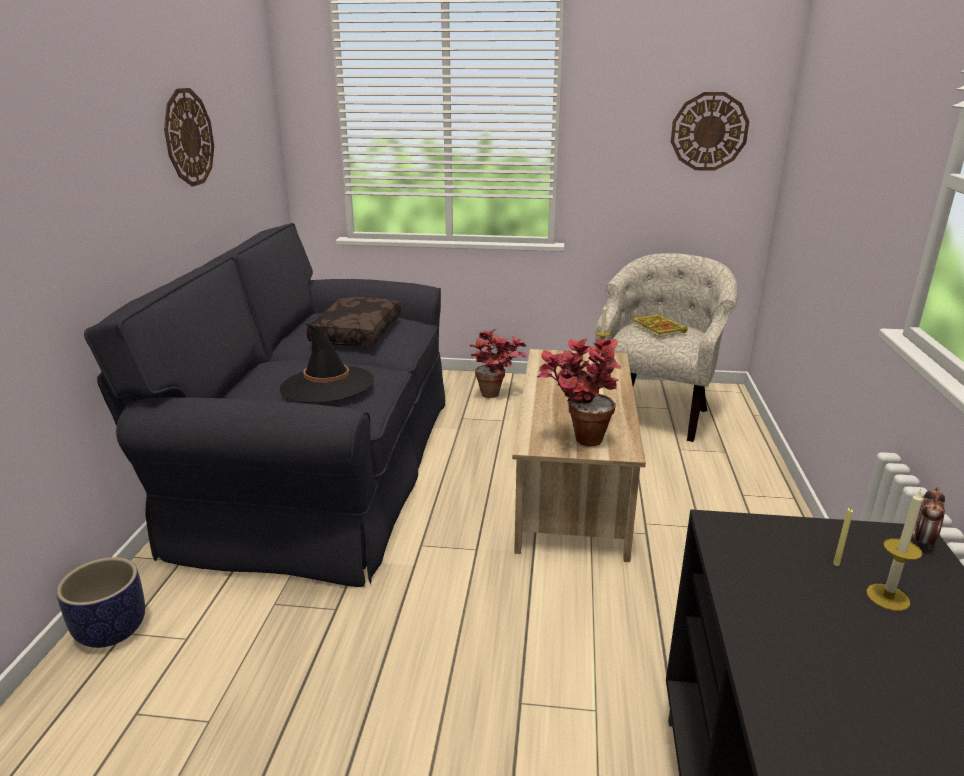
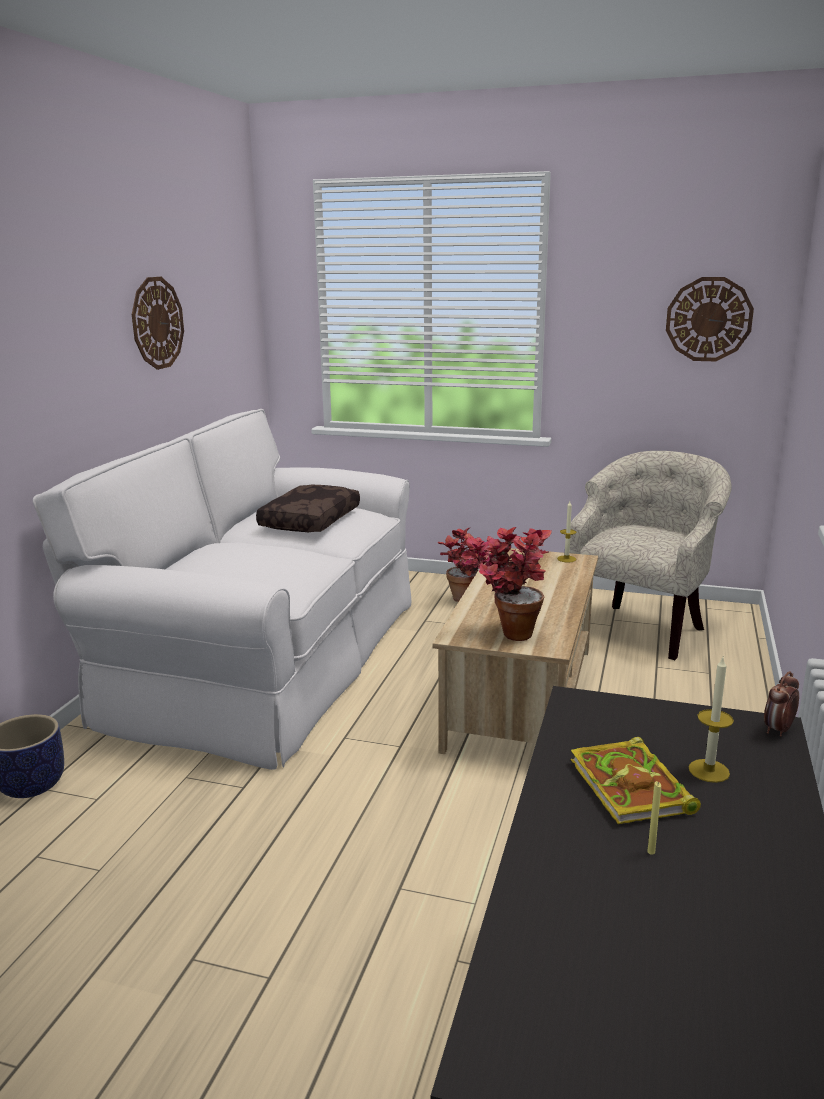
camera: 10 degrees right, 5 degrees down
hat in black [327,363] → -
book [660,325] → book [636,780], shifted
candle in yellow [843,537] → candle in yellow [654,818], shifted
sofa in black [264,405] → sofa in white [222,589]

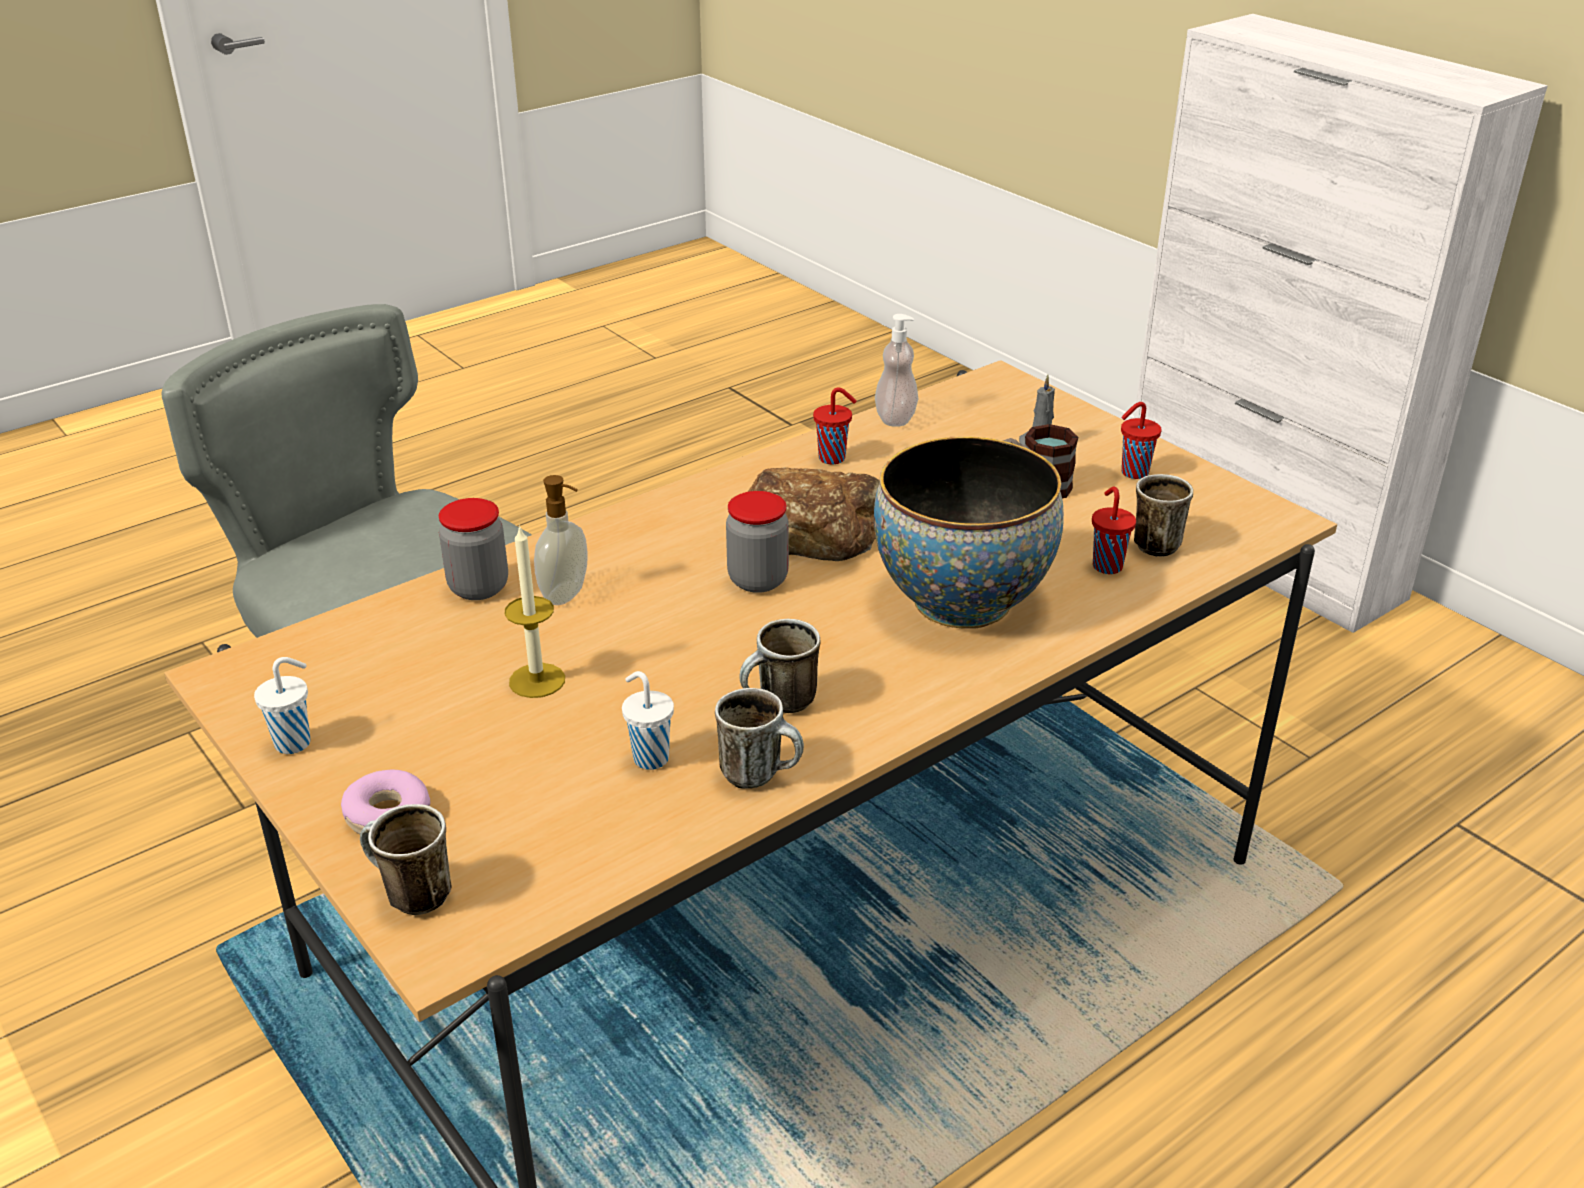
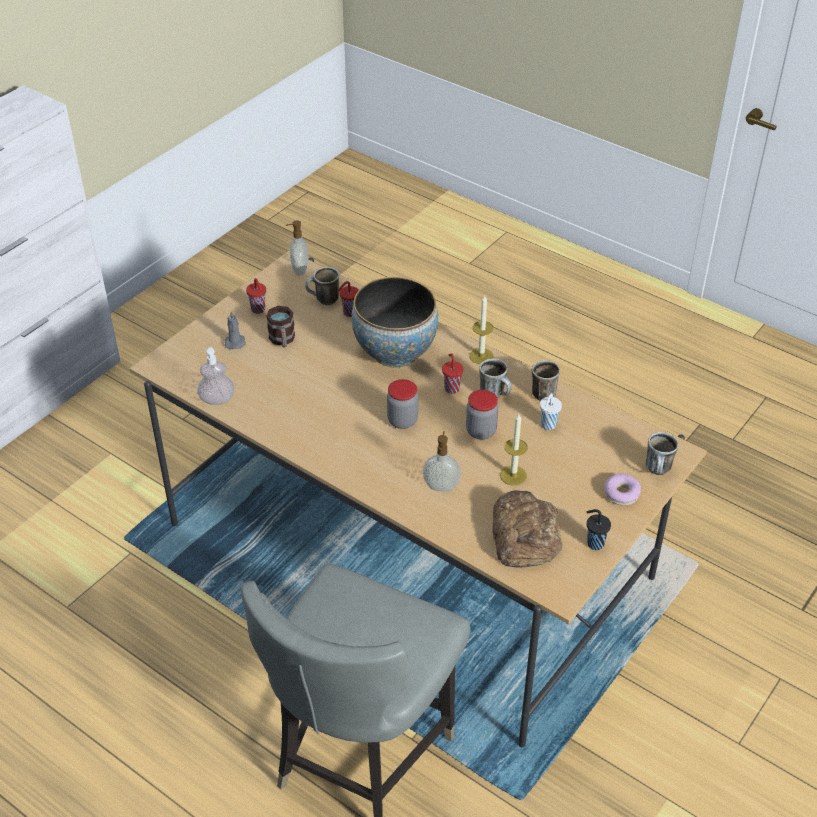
camera: 105 degrees left, 10 degrees up
- → soap dispenser [297,247]
- → candle [481,329]
jar [473,549] → jar [482,415], shifted
bread [814,514] → bread [527,529], shifted
cup in red [835,425] → cup in red [452,373], shifted
cup in white [282,705] → cup in black [599,529]

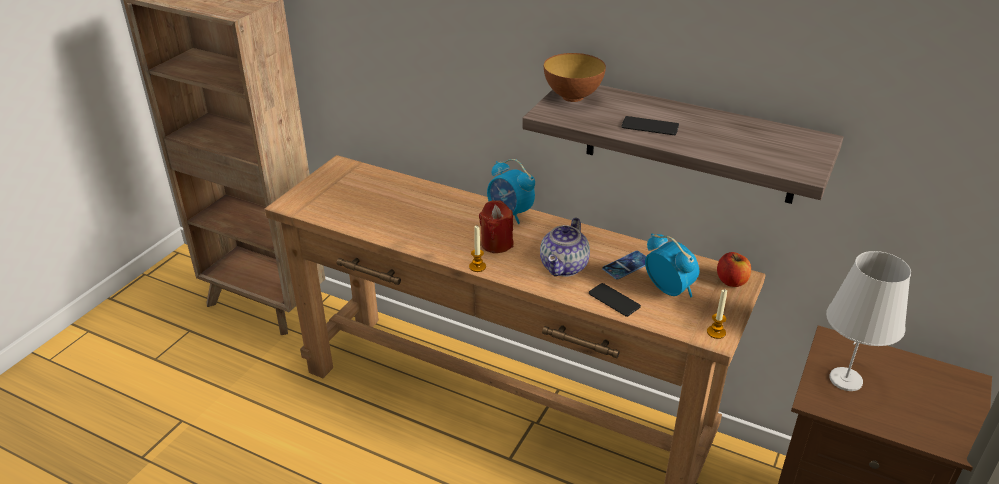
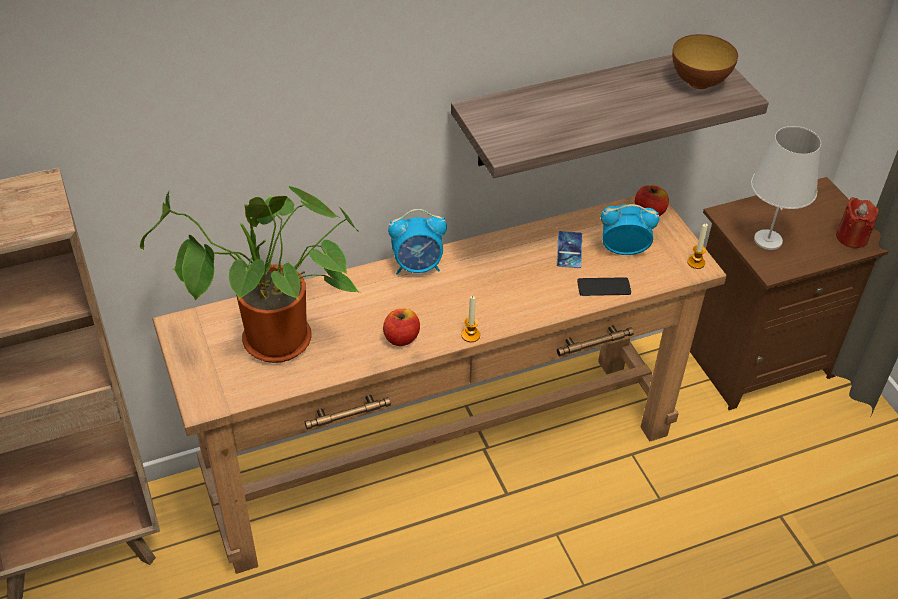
camera: 50 degrees left, 10 degrees up
teapot [565,247] → -
phone [650,125] → -
- → potted plant [250,274]
- → apple [401,327]
candle in red [496,226] → candle in red [857,222], shifted
bowl [575,77] → bowl [705,61], shifted

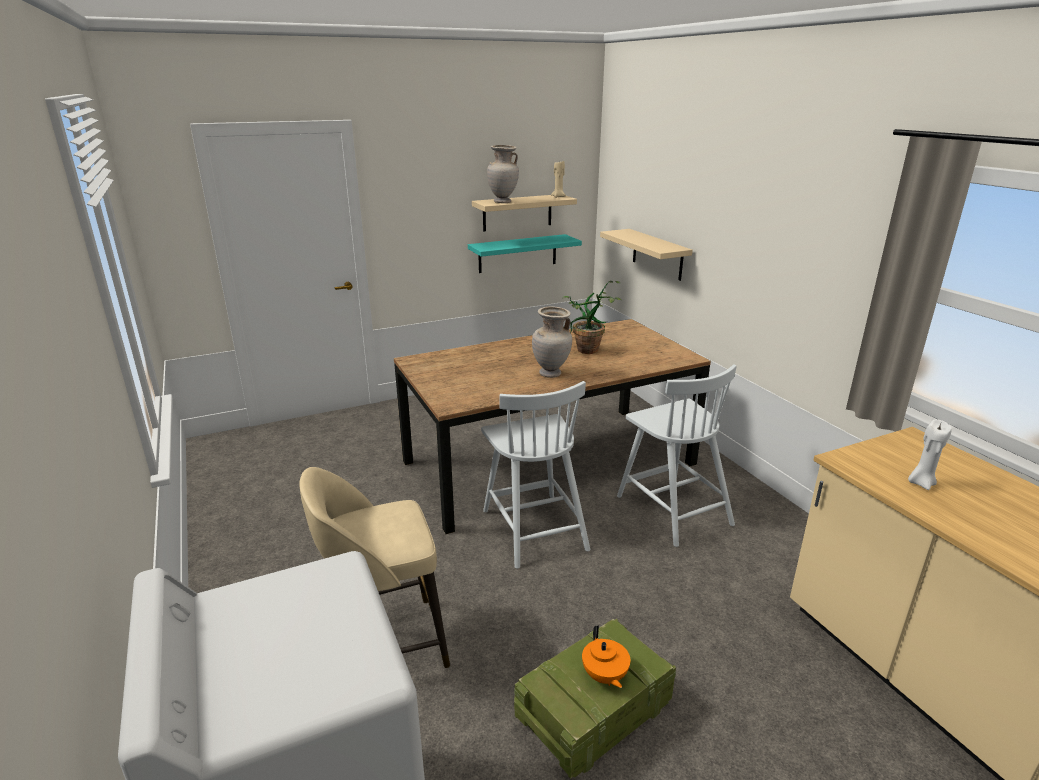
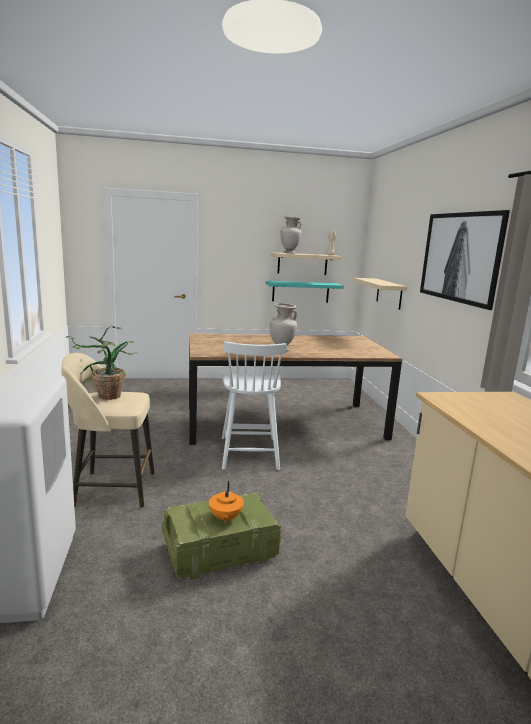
camera: 15 degrees right, 10 degrees down
chair in white [677,455] → -
candle in white [930,454] → -
- → picture [465,260]
potted plant [591,317] → potted plant [101,363], shifted

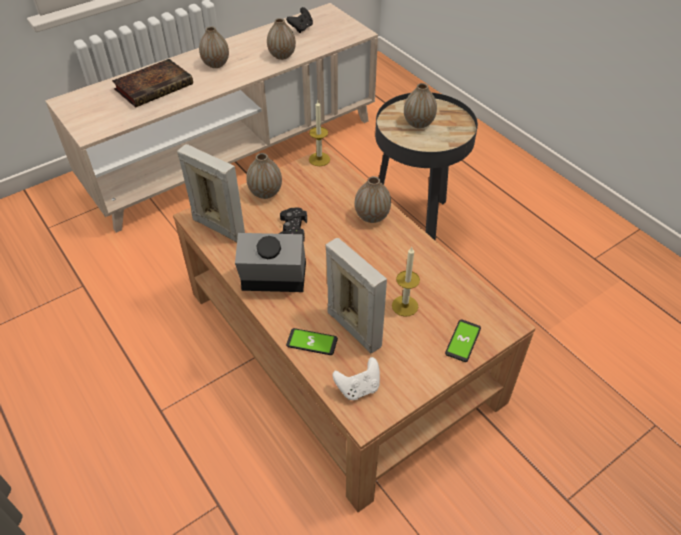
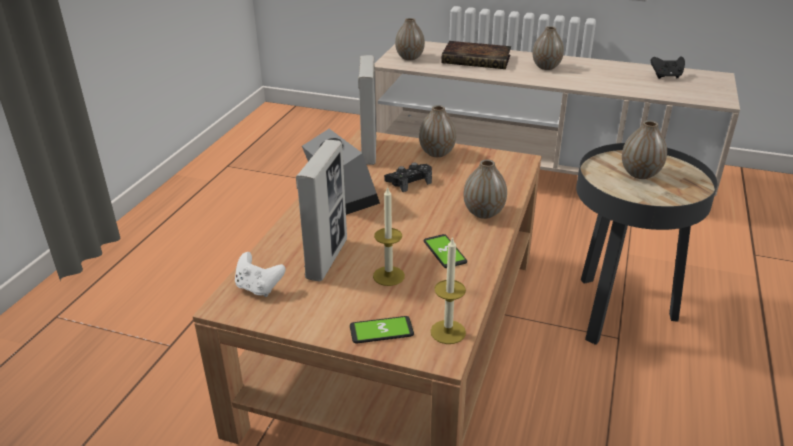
camera: 55 degrees right, 15 degrees down
vase [281,39] → vase [410,39], shifted
phone [312,341] → phone [445,251], shifted
candle [319,133] → candle [448,290], shifted

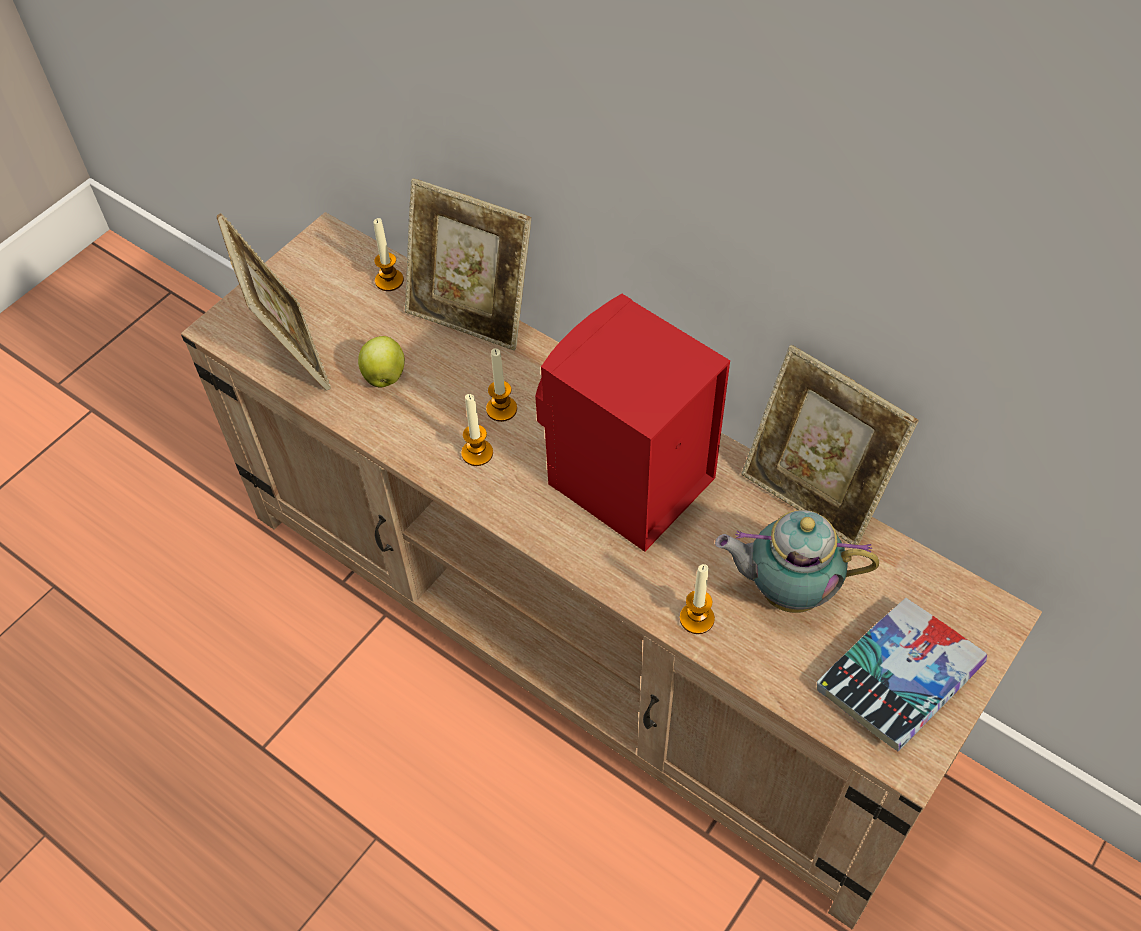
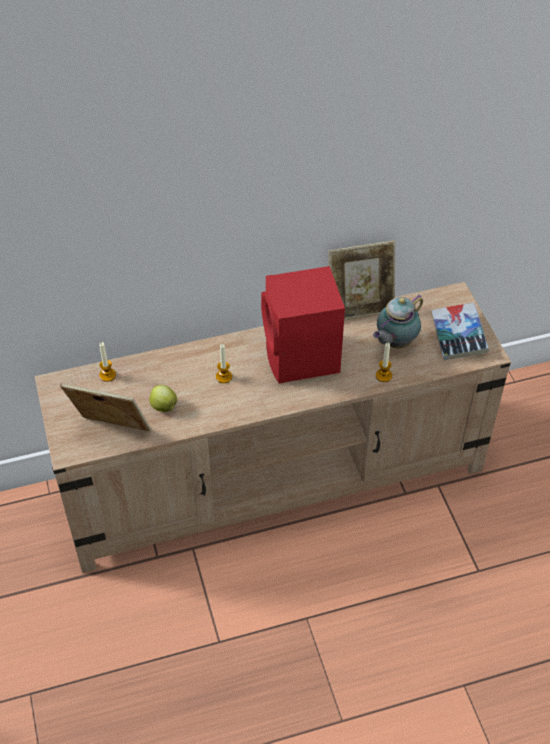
camera: 55 degrees left, 5 degrees down
picture frame [468,264] → -
candle [477,430] → -

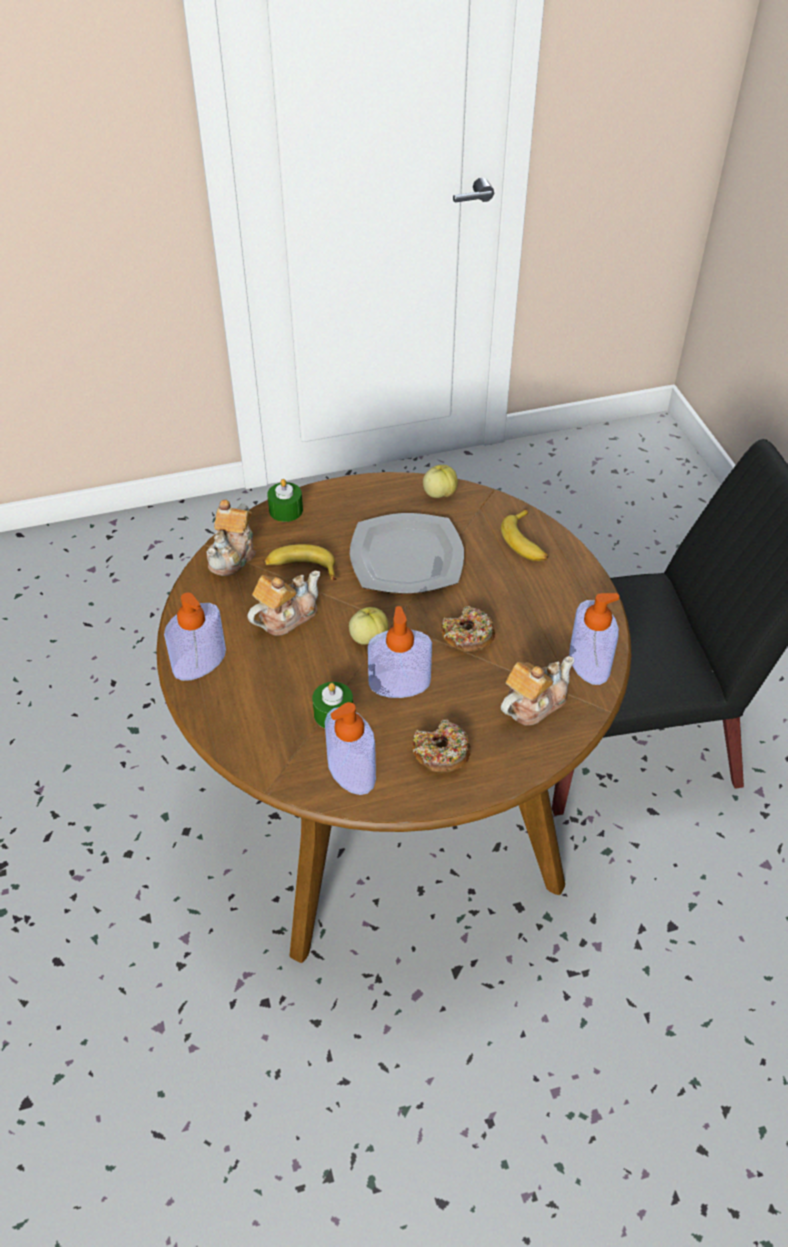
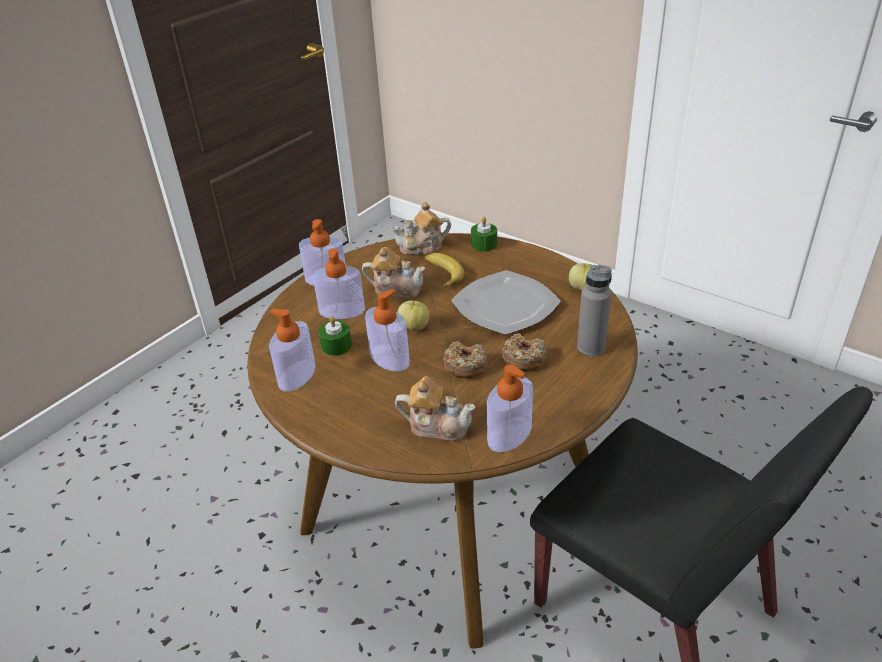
camera: 55 degrees right, 10 degrees down
- → soap dispenser [339,283]
donut [441,746] → donut [524,352], shifted
banana [524,535] → bottle in grey [594,310]

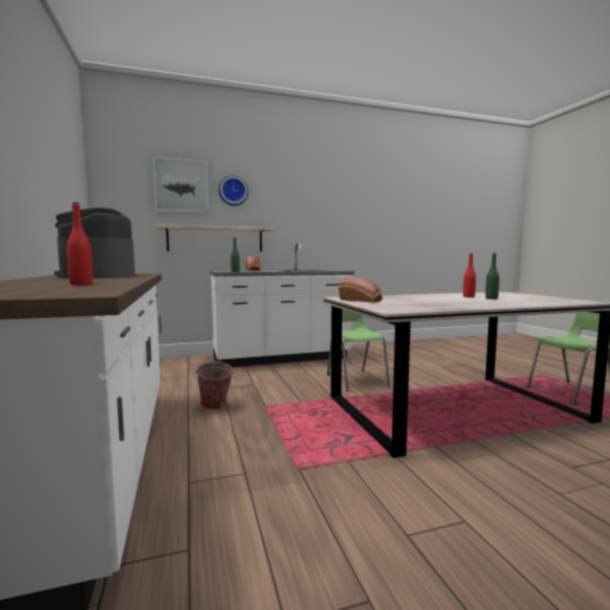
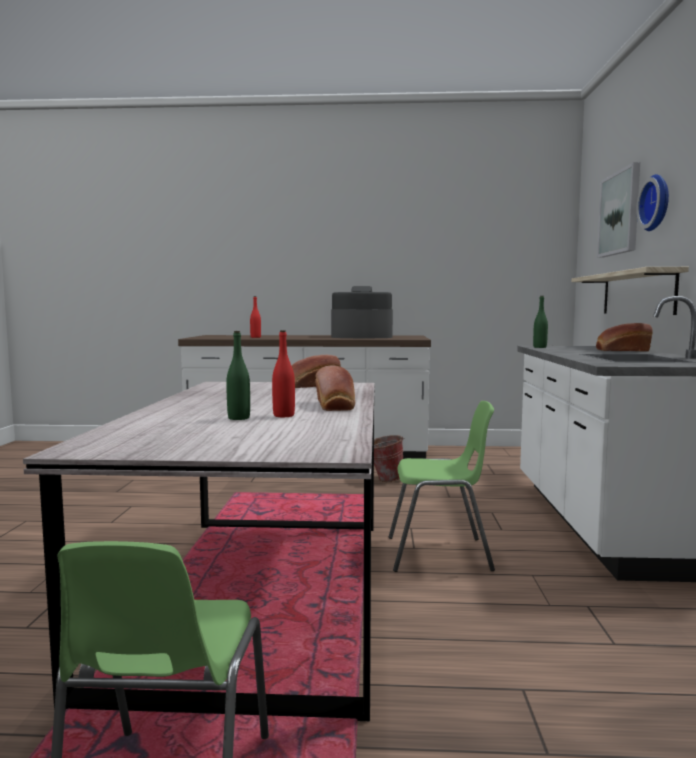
camera: 110 degrees right, 0 degrees up
- → bread [335,388]

